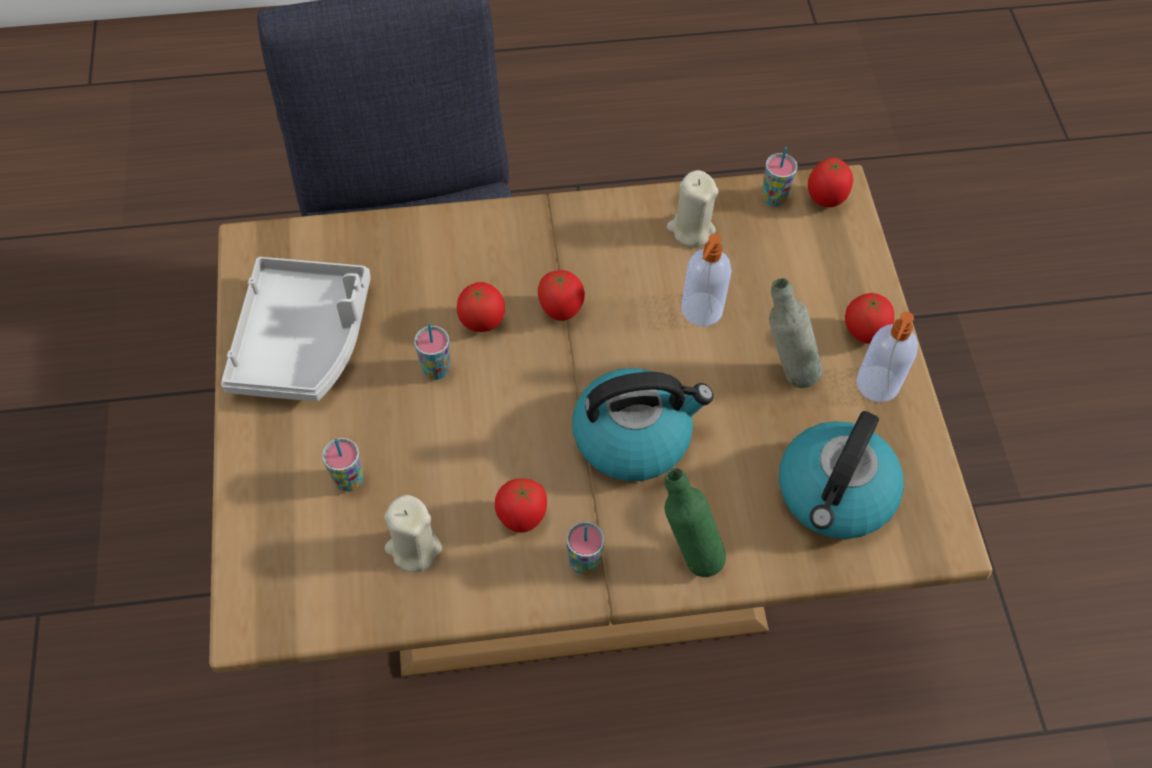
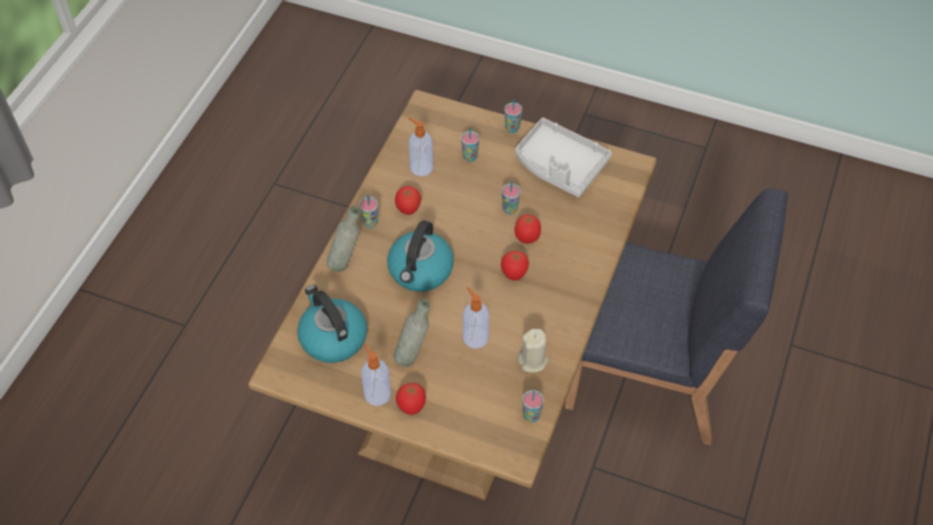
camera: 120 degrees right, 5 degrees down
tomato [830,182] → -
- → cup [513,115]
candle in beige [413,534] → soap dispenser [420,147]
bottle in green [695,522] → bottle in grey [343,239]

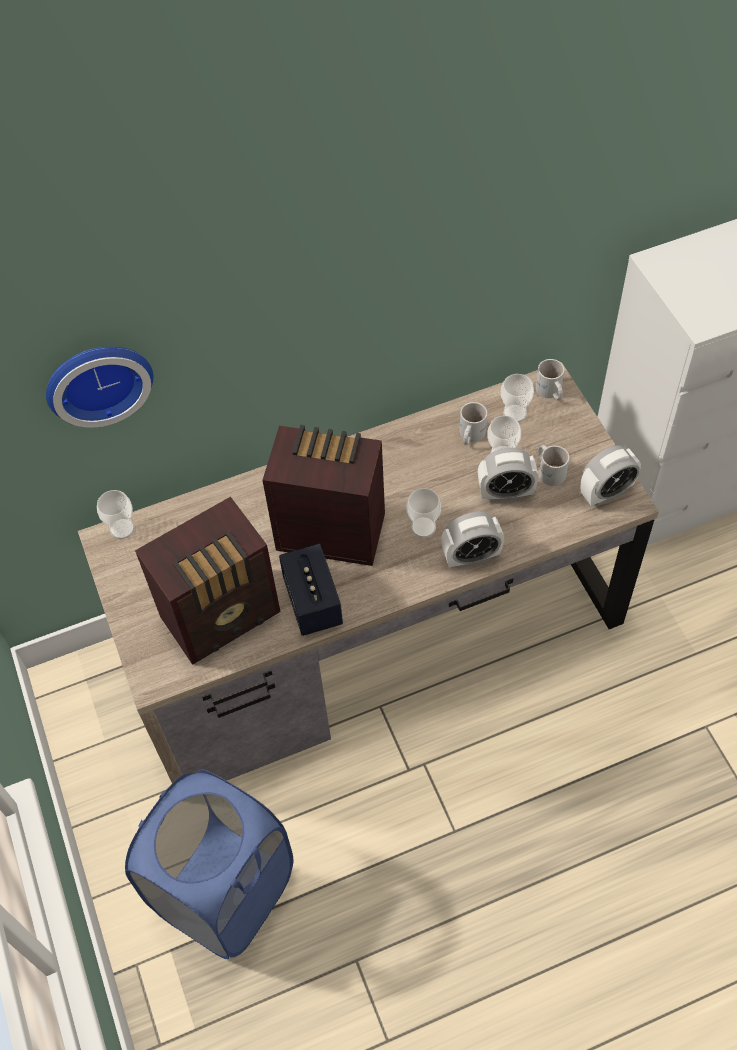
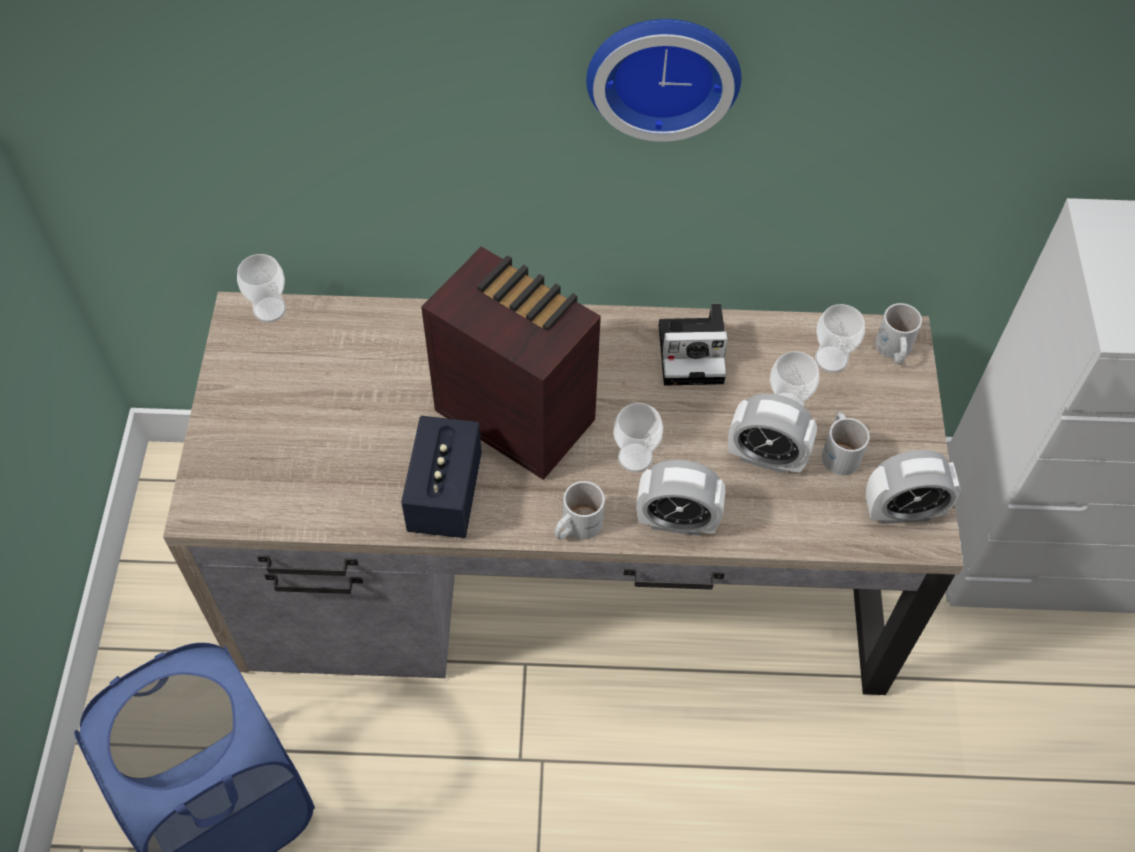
camera: 20 degrees right, 0 degrees up
radio [207,581] → -
- → photo camera [693,345]
wall clock [99,387] → wall clock [663,80], shifted
mug in white [473,423] → mug in white [580,510], shifted

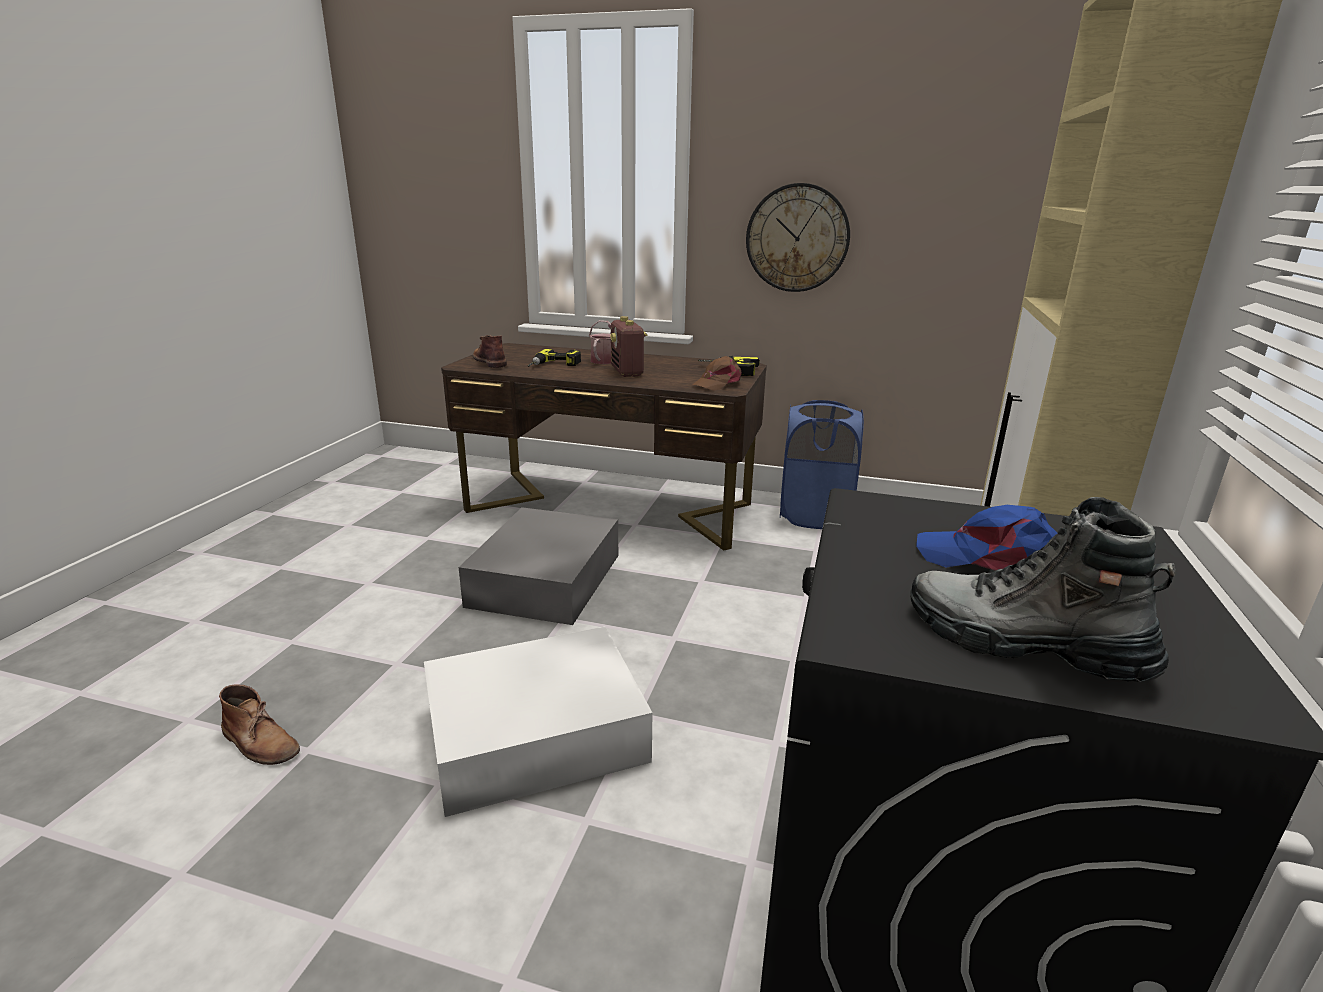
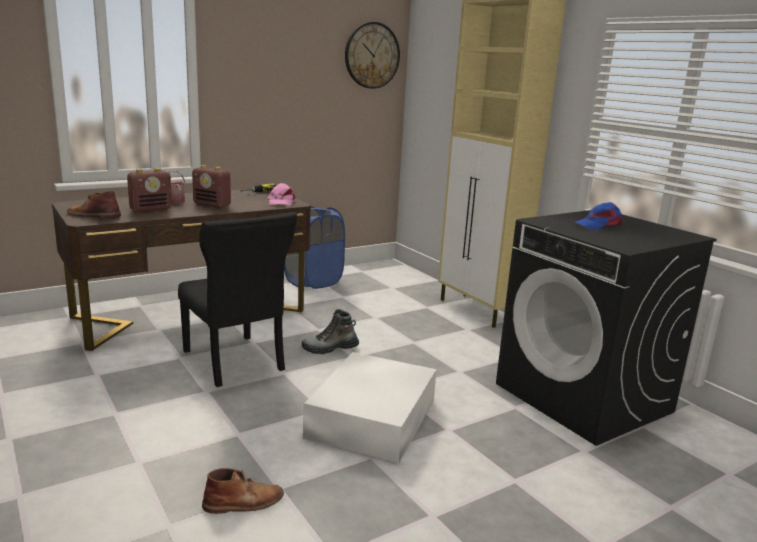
camera: 50 degrees left, 5 degrees down
wall clock [798,237] → wall clock [372,55], shifted
boot [1043,589] → boot [330,331], shifted
storage box in grey [538,566] → chair in black [237,299]
power drill [554,358] → radio [149,190]
cap in brown [717,373] → cap in pink [282,194]

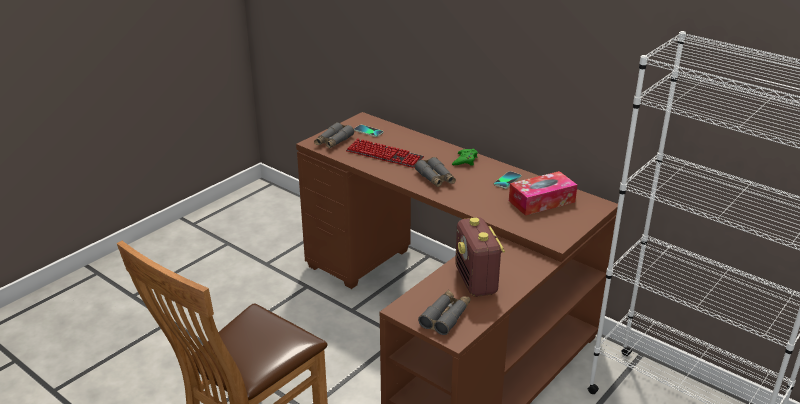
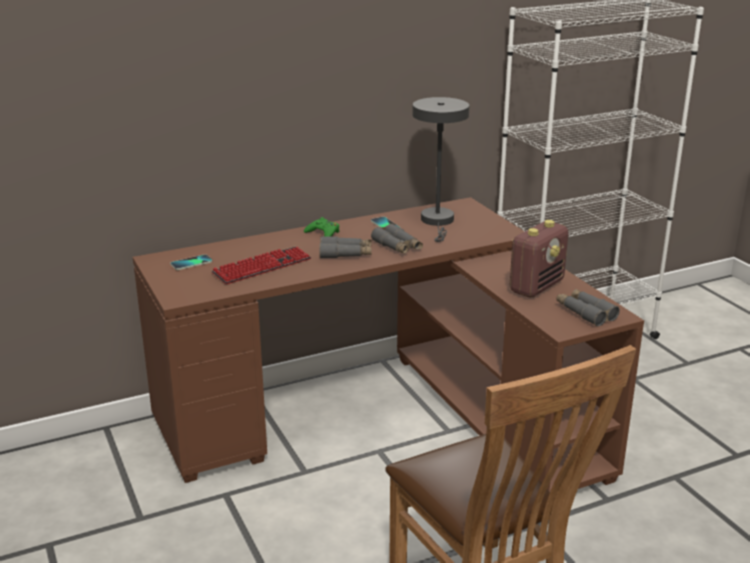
camera: 65 degrees left, 5 degrees down
binoculars in grey [334,135] → binoculars in grey [397,238], shifted
tissue box [543,193] → table lamp in grey [440,169]
radio [480,257] → radio [539,259], 60 degrees counterclockwise

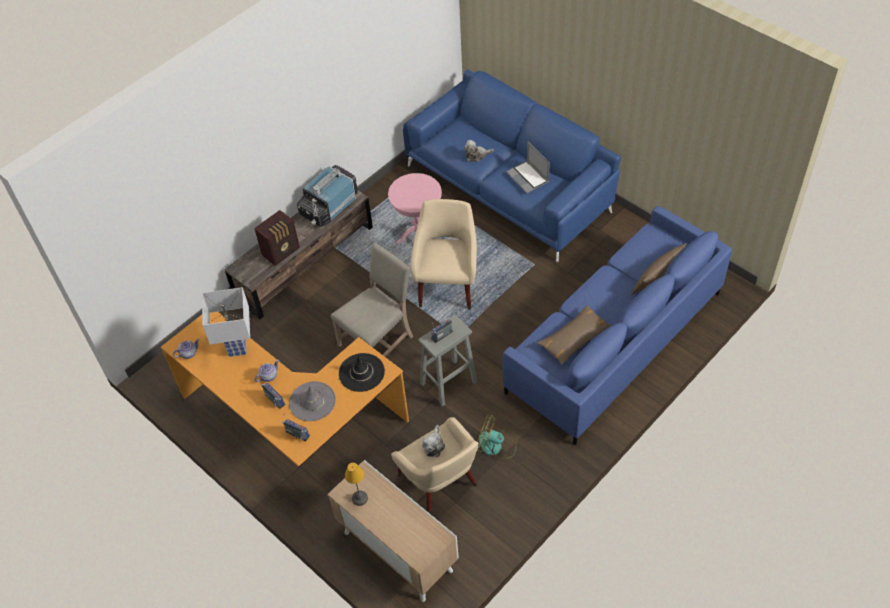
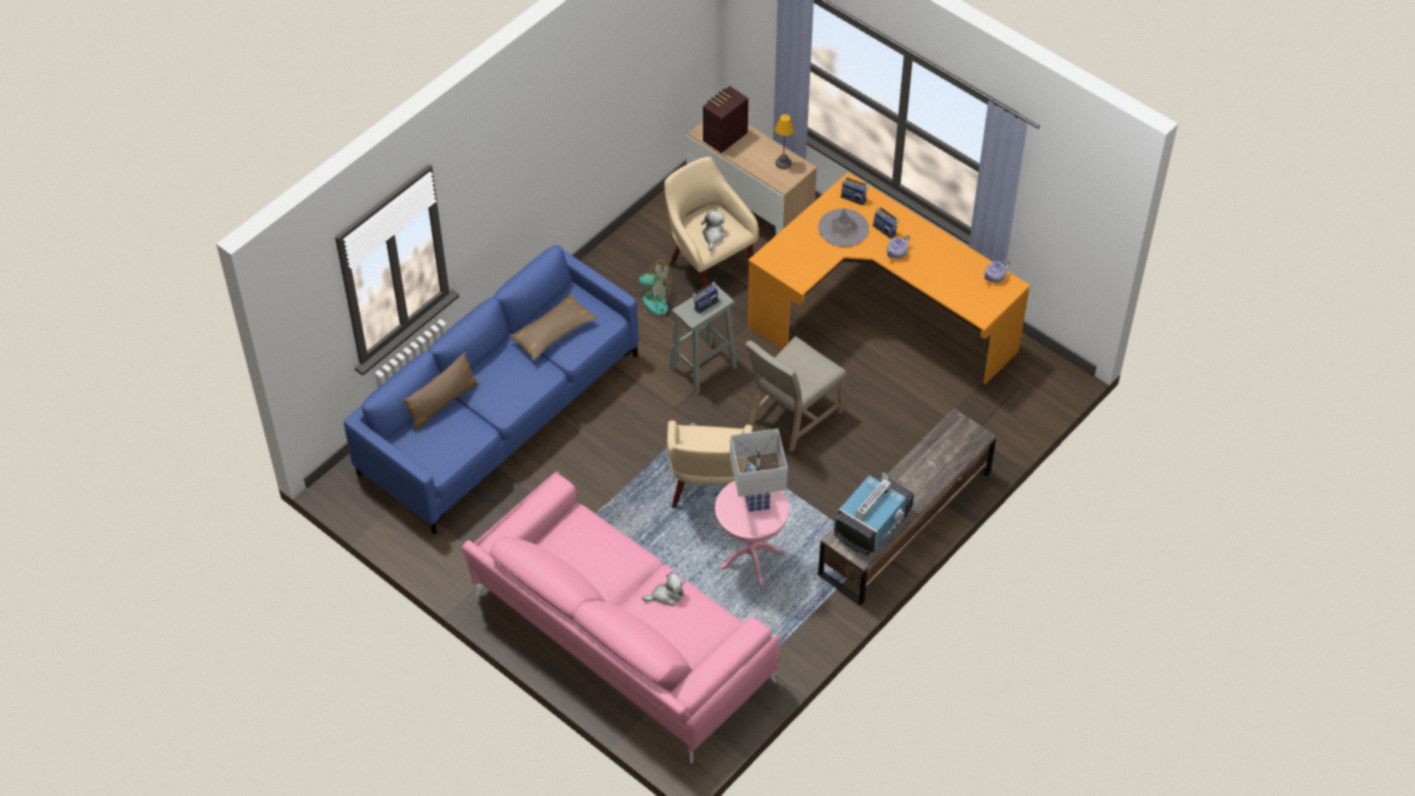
camera: 175 degrees right, 0 degrees up
hat in black [362,372] → -
laptop [528,167] → -
table lamp in white [226,322] → table lamp in white [759,470], shifted
radio [277,238] → radio [725,119], shifted
sofa in blue [512,165] → sofa in pink [621,617]

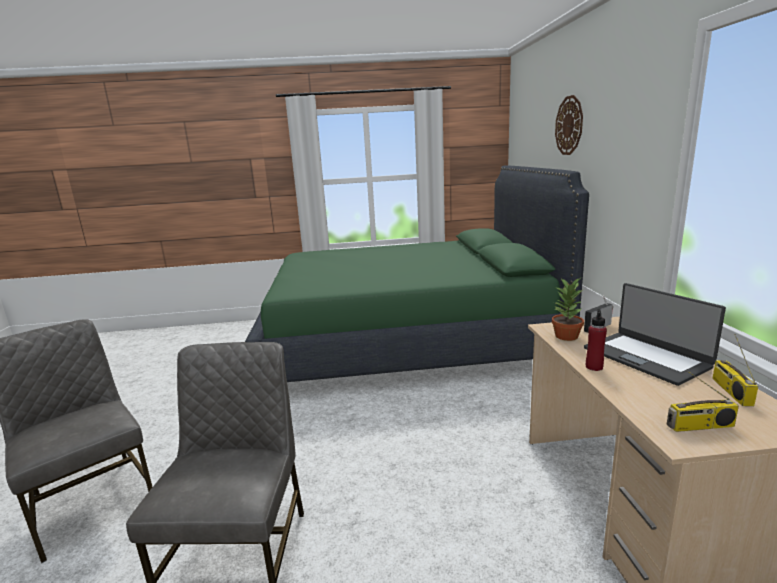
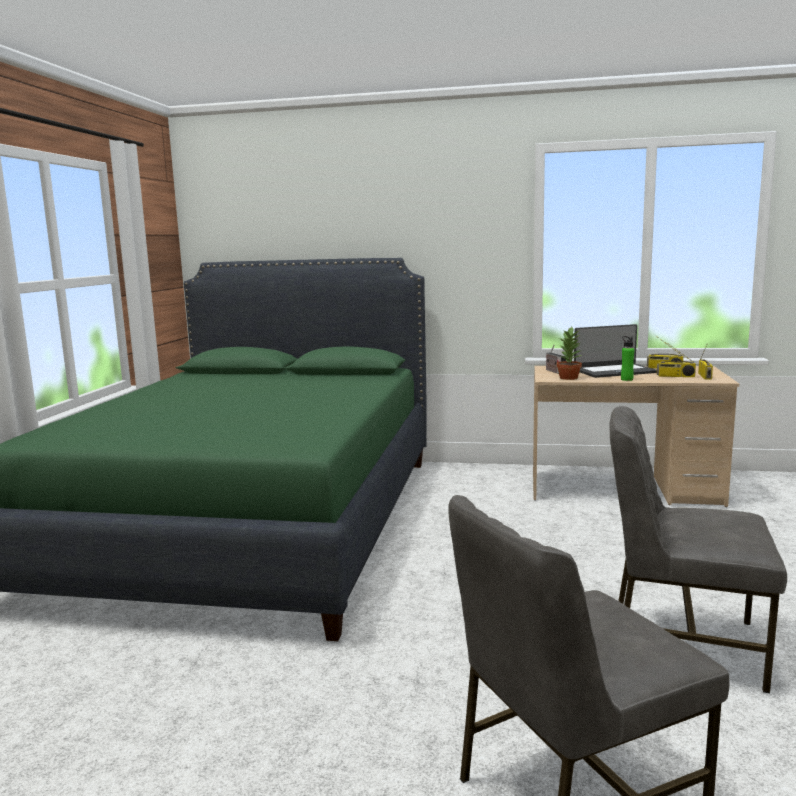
camera: 75 degrees left, 5 degrees down
wall clock [569,125] → -
- → radio [676,359]
bottle in red [596,340] → bottle in green [627,358]

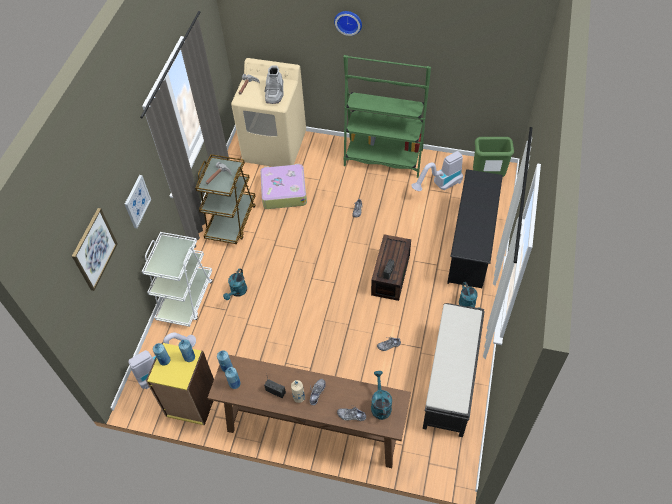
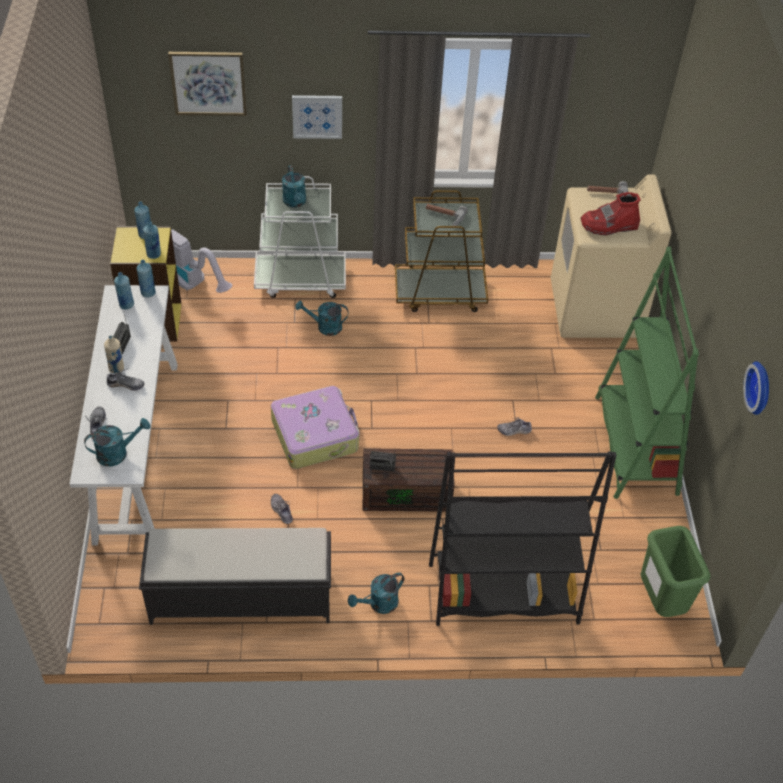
camera: 70 degrees right, 5 degrees down
vacuum cleaner [437,171] → -
- → watering can in turquoise [294,186]
suitcase [283,186] → suitcase [315,427], shifted
wall clock [348,23] → wall clock [756,388], shifted
shoe rack in black [475,228] → bookcase in black [522,538]
console table in brown [309,411] → console table in white [124,415]
boot in grey [274,85] → boot in red [611,214]

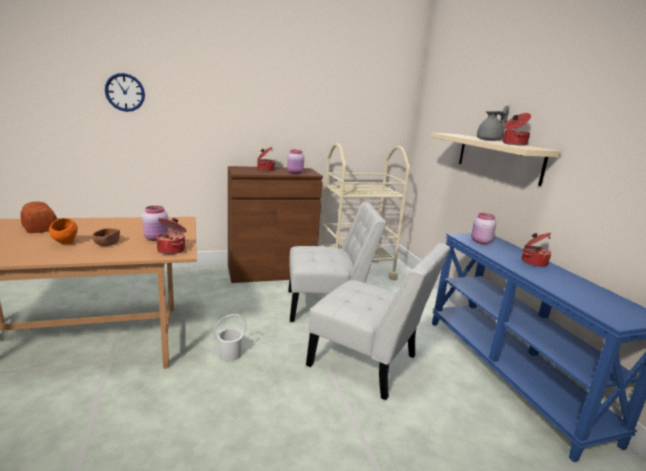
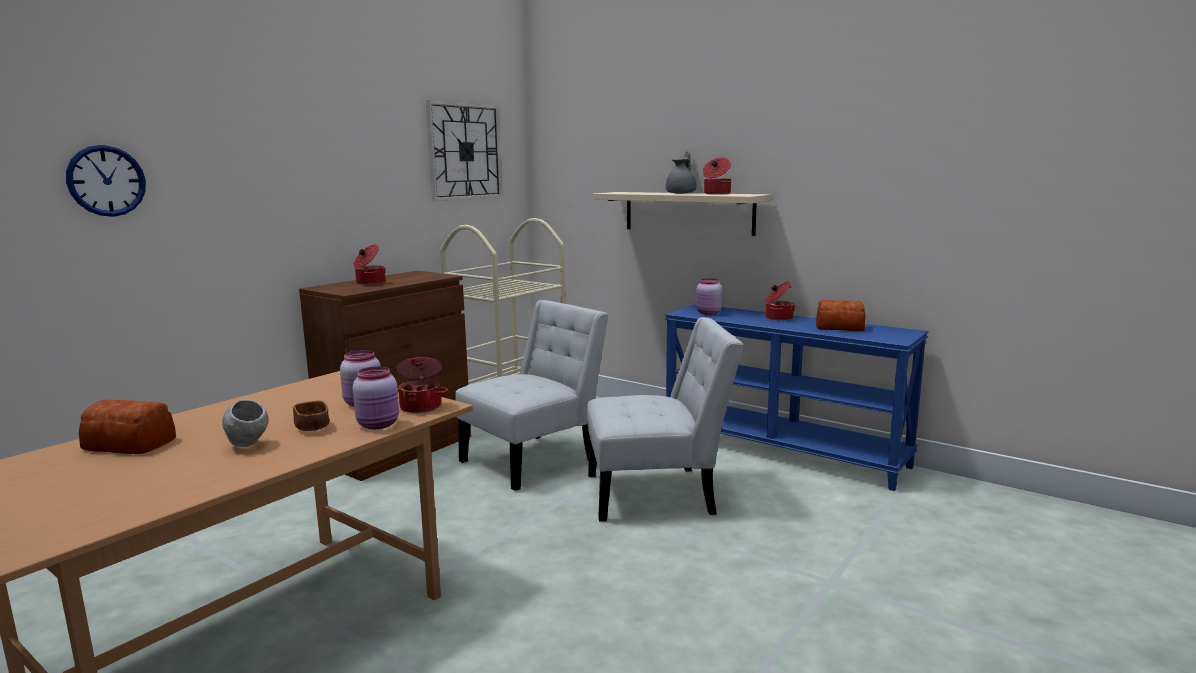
camera: 35 degrees left, 5 degrees down
bucket in white [230,337] → -
- → wall clock [464,150]
- → bread [841,315]
jar in pink [295,162] → jar in pink [376,397], shifted
bowl in orange [63,231] → bowl in grey [245,423]

